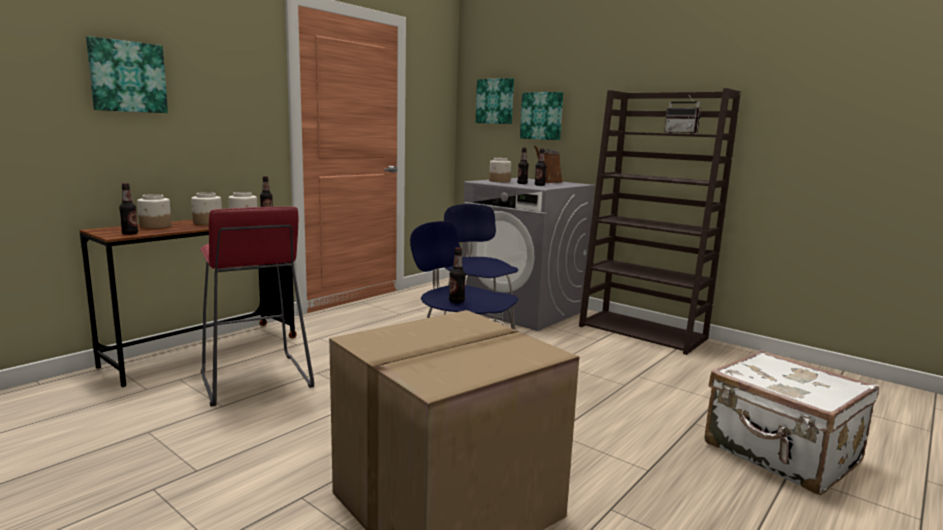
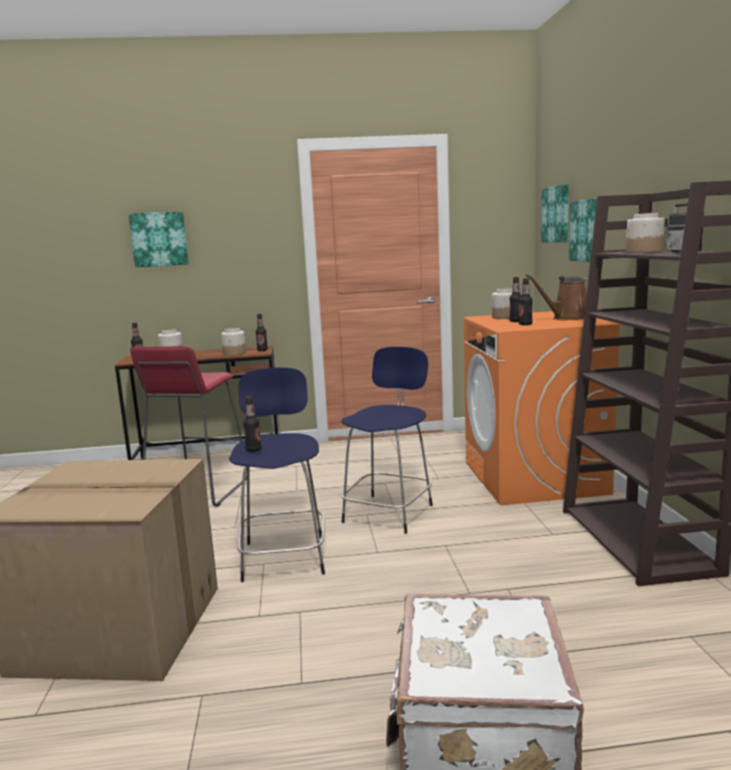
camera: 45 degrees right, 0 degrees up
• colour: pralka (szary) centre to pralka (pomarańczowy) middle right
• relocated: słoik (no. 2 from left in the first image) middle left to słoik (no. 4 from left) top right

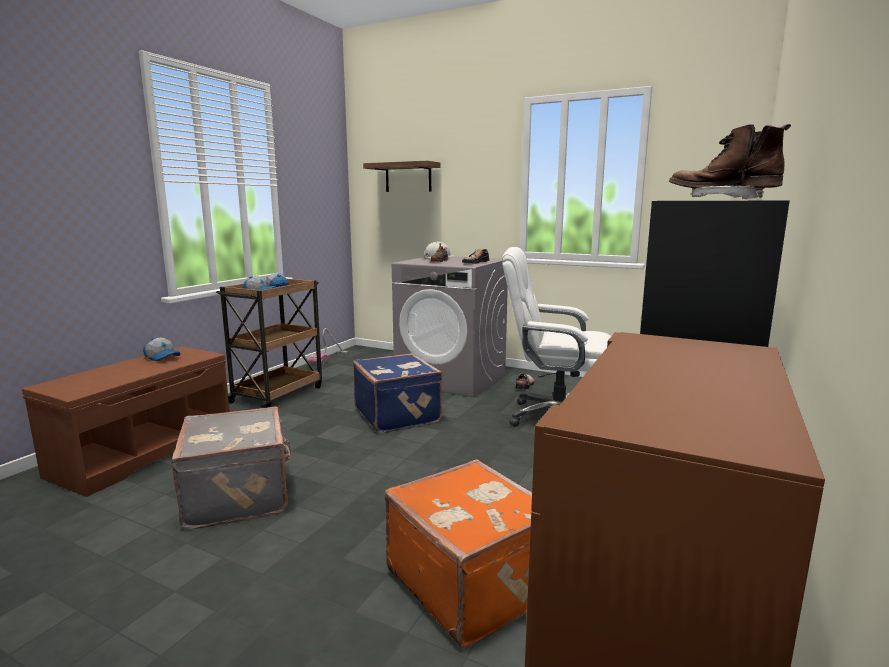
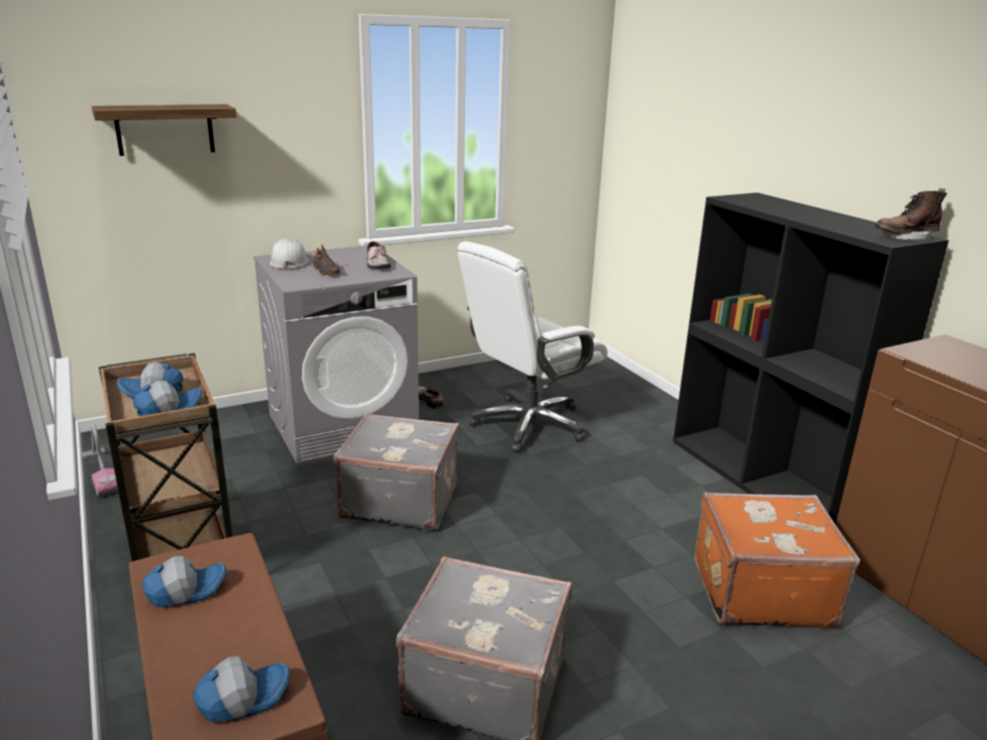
camera: 55 degrees left, 10 degrees up
• colour: walizka (niebieski) centre to walizka (szary) (no. 1 from left) centre
• appeared: czapka z daszkiem (no. 4 from left) bottom left

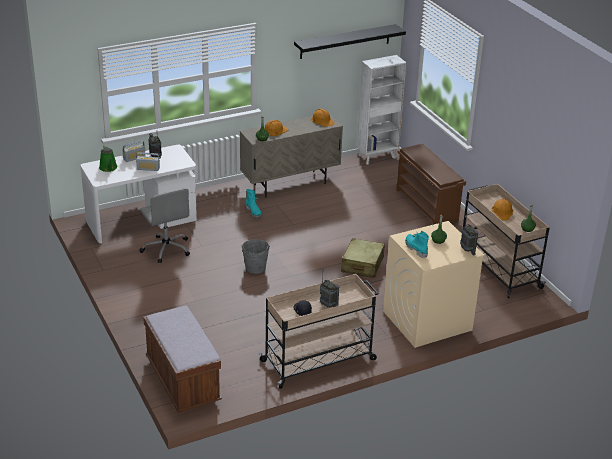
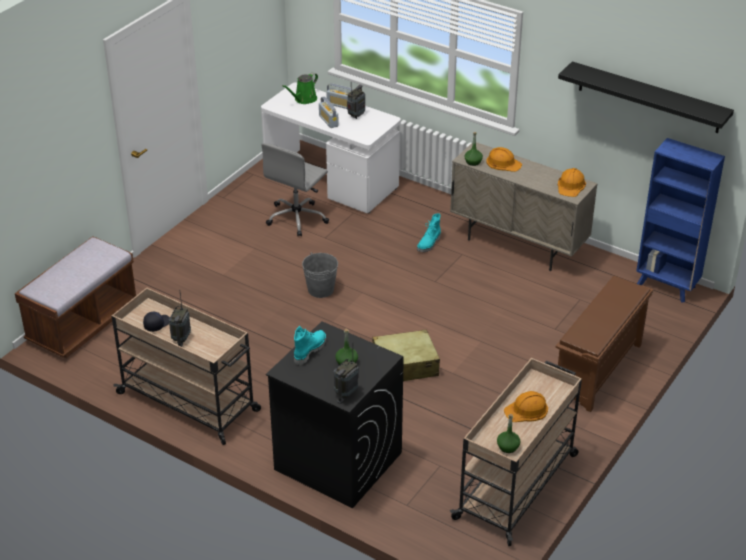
camera: 60 degrees right, 5 degrees up
• colour: regał (biały) top centre to regał (niebieski) middle right
• colour: pralka (beżowy) middle right to pralka (czarny) bottom centre

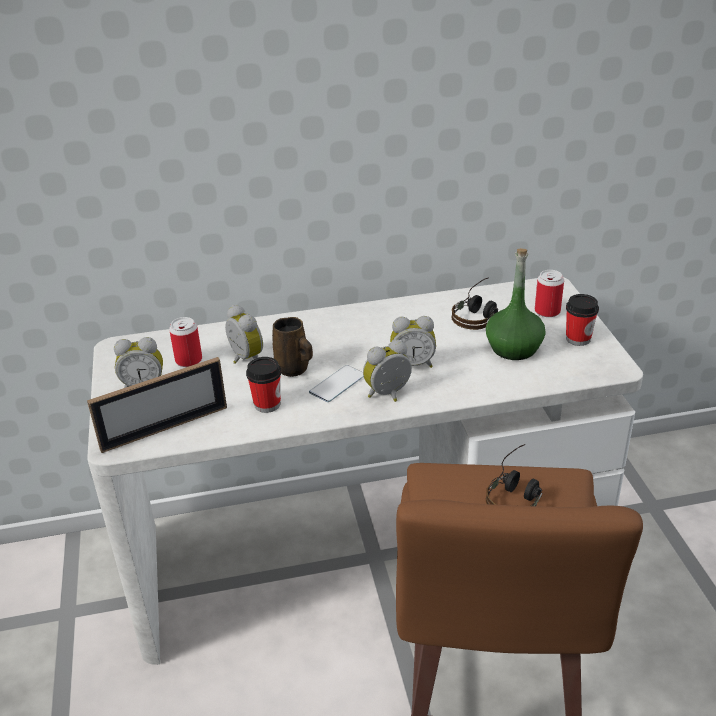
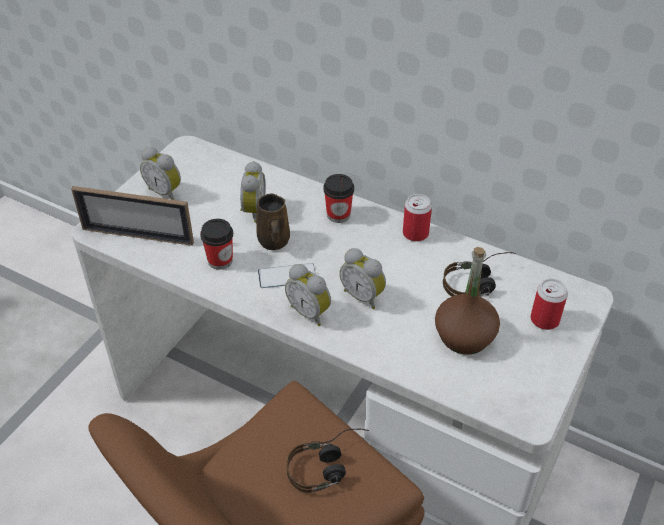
camera: 40 degrees right, 10 degrees up
• colour: butelka (zielony) middle right to butelka (brązowy) middle right
• relocated: filiżanka (no. 2 from left) middle right to centre
• relocated: puszka (no. 1 from left) middle left to centre
• spun: budzik (no. 3 from left) centre = centre 150 degrees counterclockwise

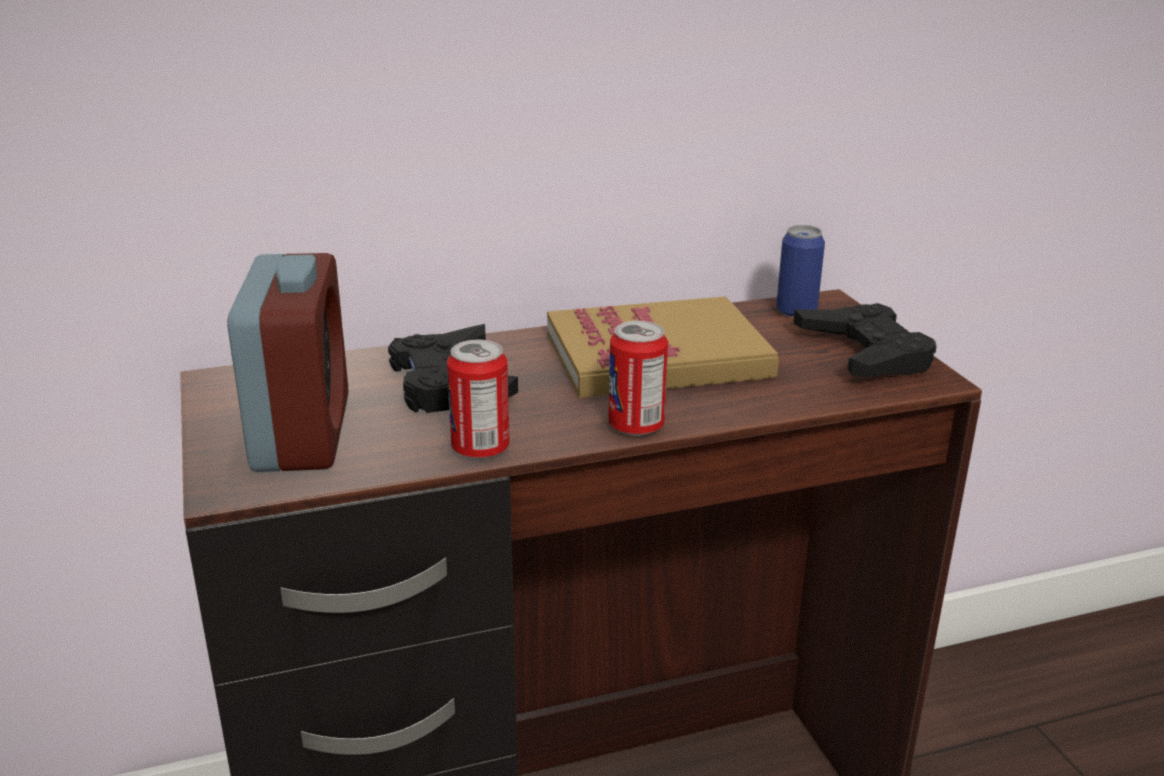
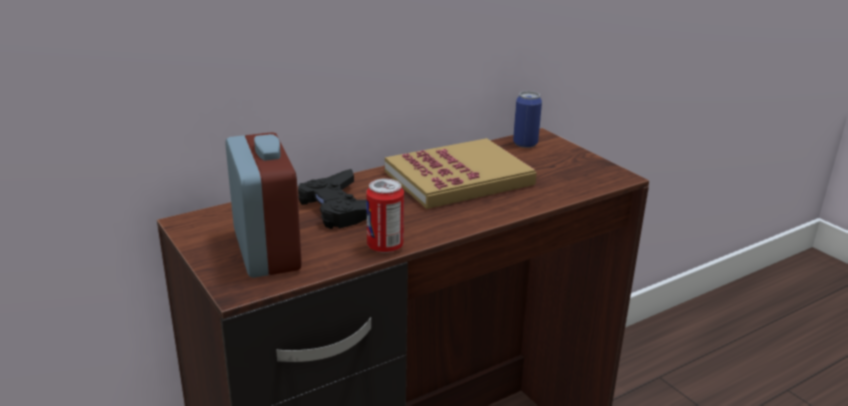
camera: 15 degrees left, 0 degrees up
• missing: pad do gier (czarny) (no. 2 from left) middle right
• missing: puszka (no. 2 from left) centre

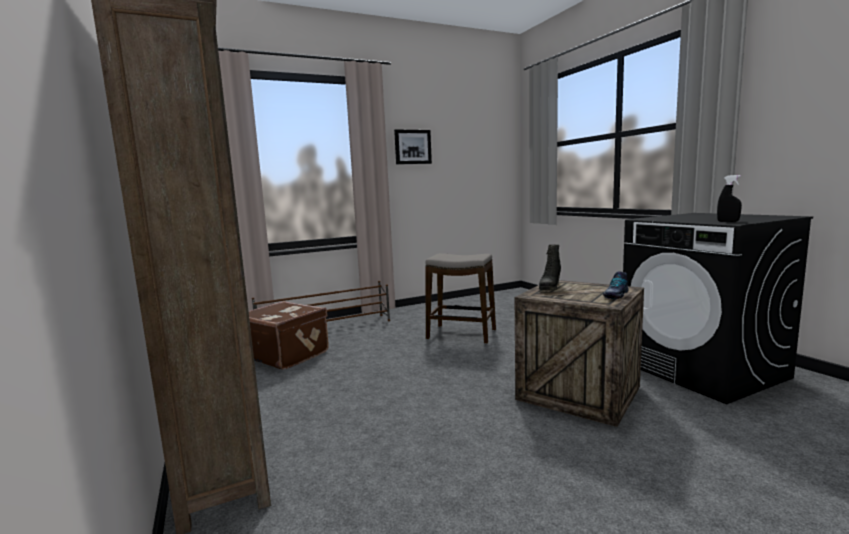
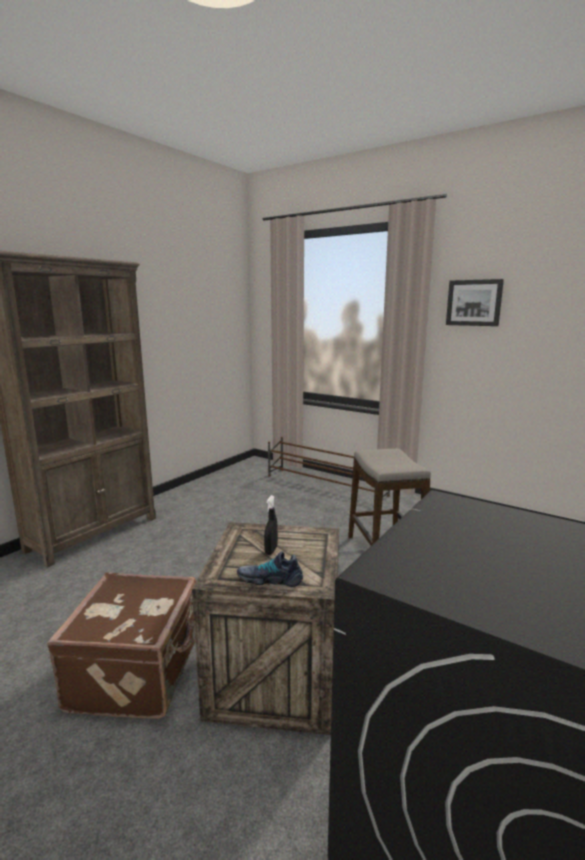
camera: 60 degrees right, 5 degrees up
• relocated: spryskiwacz (czarny) middle right to centre
• missing: but z cholewką (czarny) centre
• relocated: walizka (brązowy) centre to bottom left

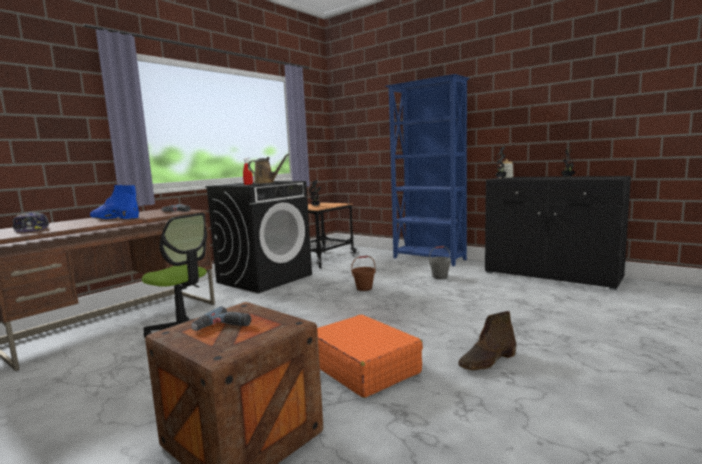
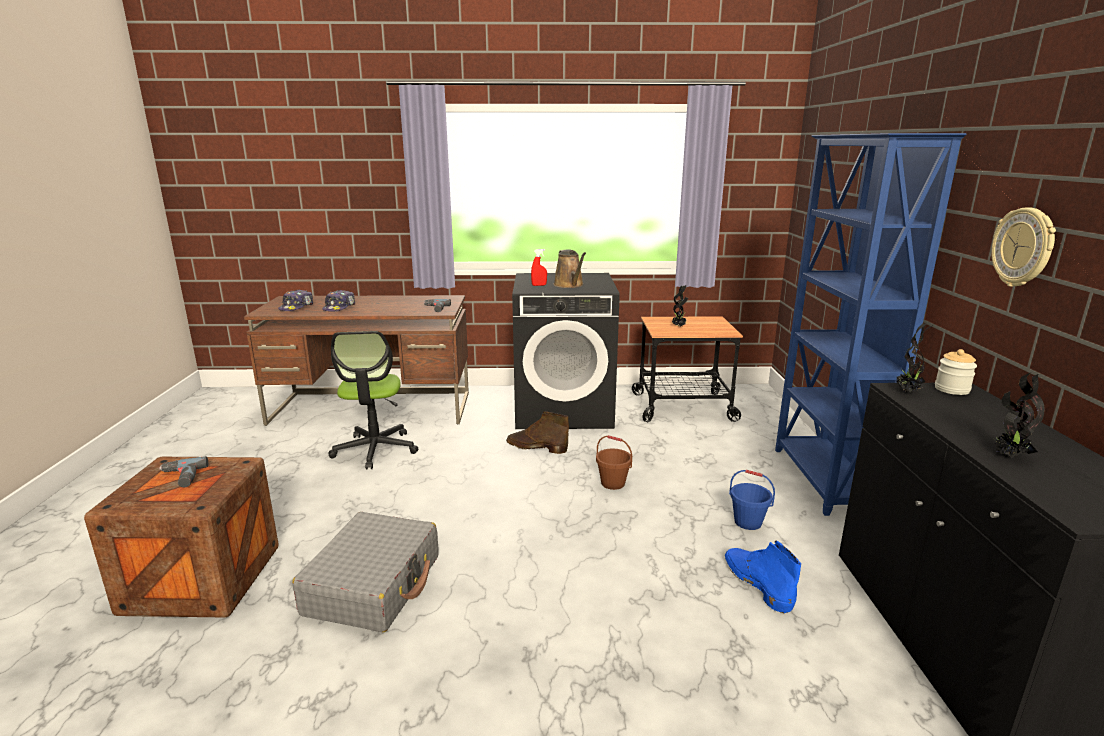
camera: 50 degrees right, 10 degrees up
• relocated: but z cholewką (niebieski) middle left to bottom right
• colour: wiadro (szary) centre to wiadro (niebieski) bottom right
• relocated: but z cholewką (brązowy) bottom right to centre
• colour: walizka (pomarańczowy) bottom centre to walizka (szary) bottom left
• appeared: zegar ścienny middle right
• appeared: czapka z daszkiem (no. 2 from left) middle left

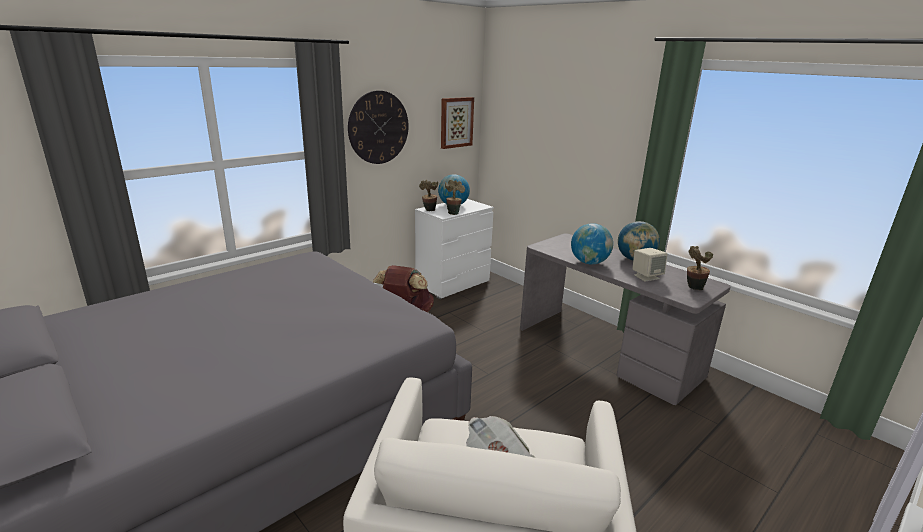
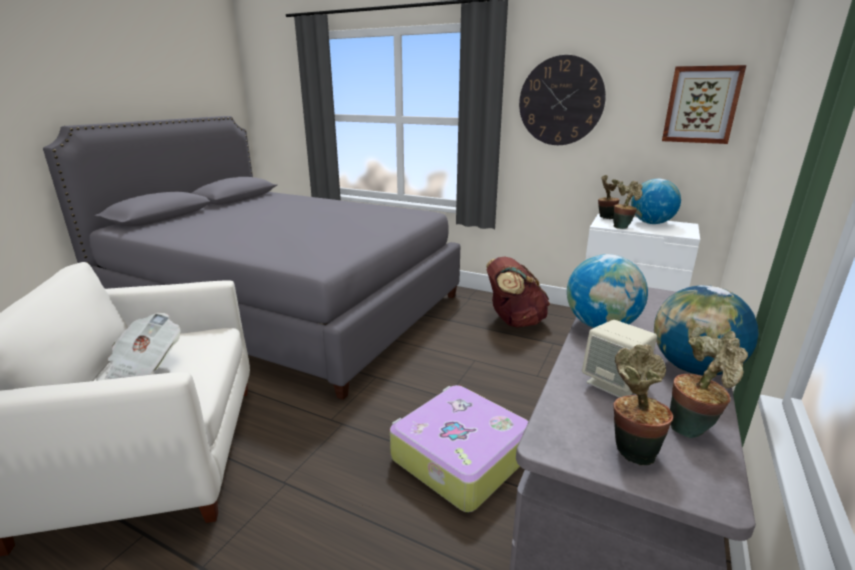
camera: 70 degrees right, 0 degrees up
• appeared: roślina doniczkowa (no. 4 from left) bottom right
• appeared: walizka bottom centre

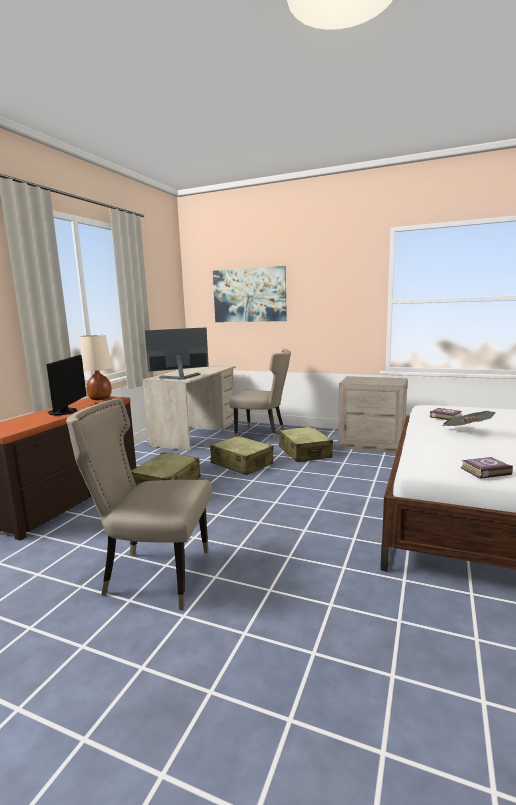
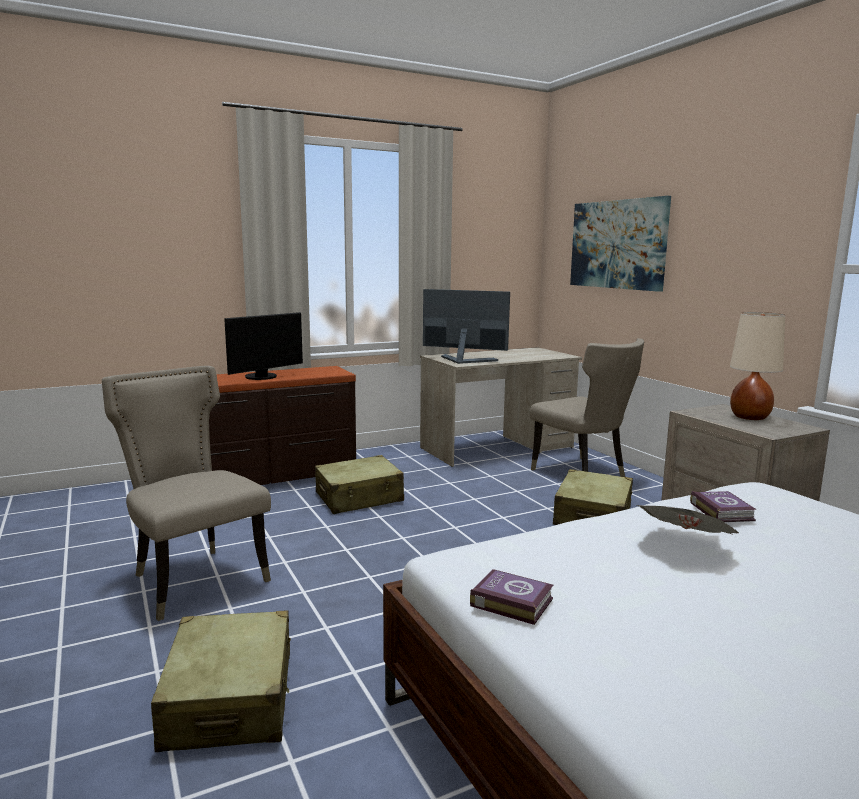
camera: 40 degrees right, 0 degrees up
• relocated: lampa stołowa (beżowy) middle left to middle right
• relocated: walizka (beżowy) (no. 2 from left in the first image) centre to walizka (beżowy) (no. 1 from left) bottom left

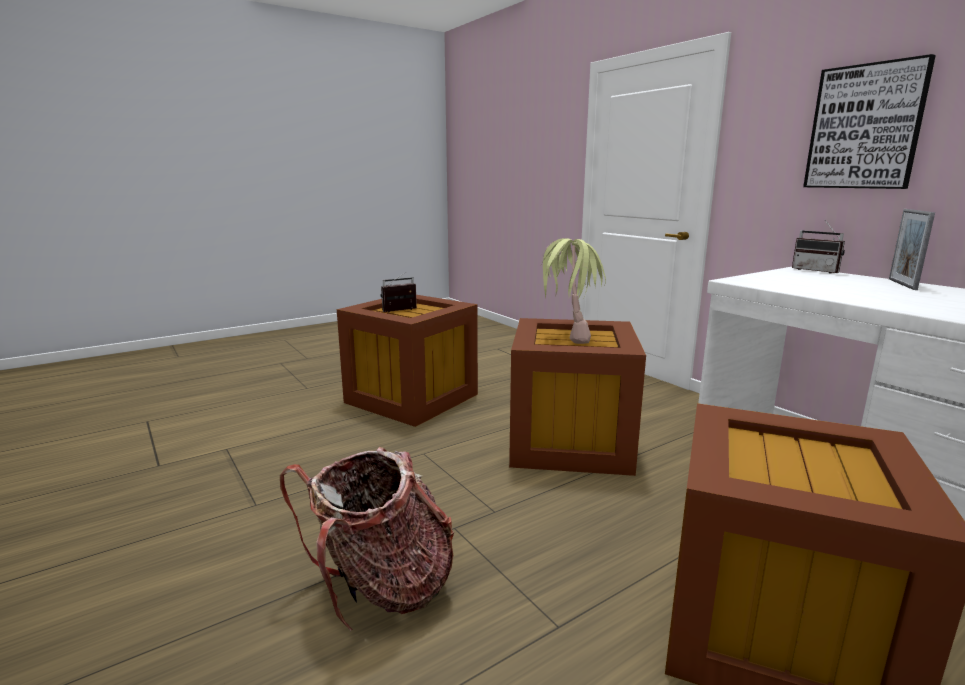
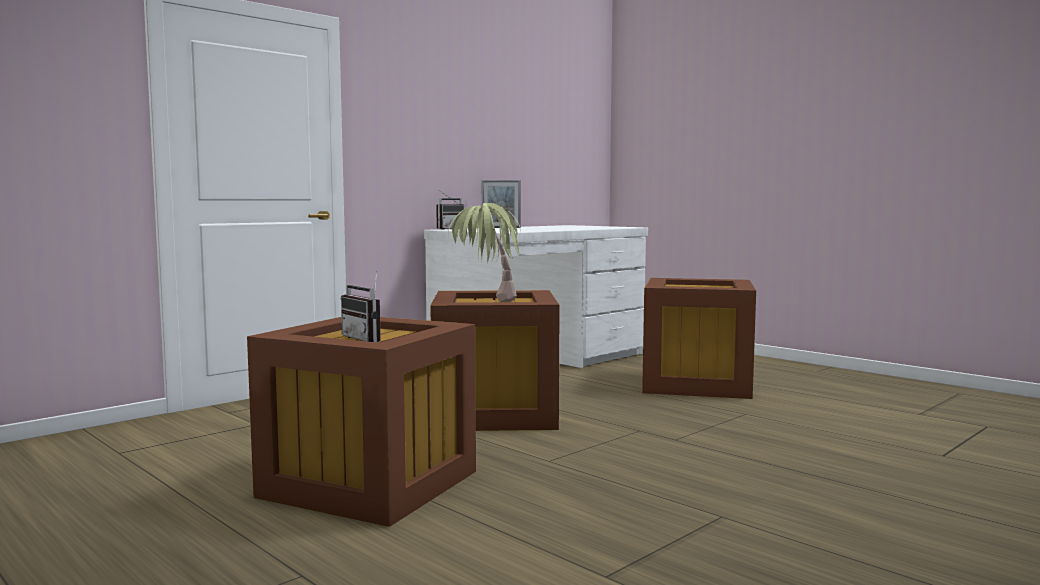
camera: 100 degrees left, 10 degrees down
• missing: obraz top right
• missing: plecak bottom centre

